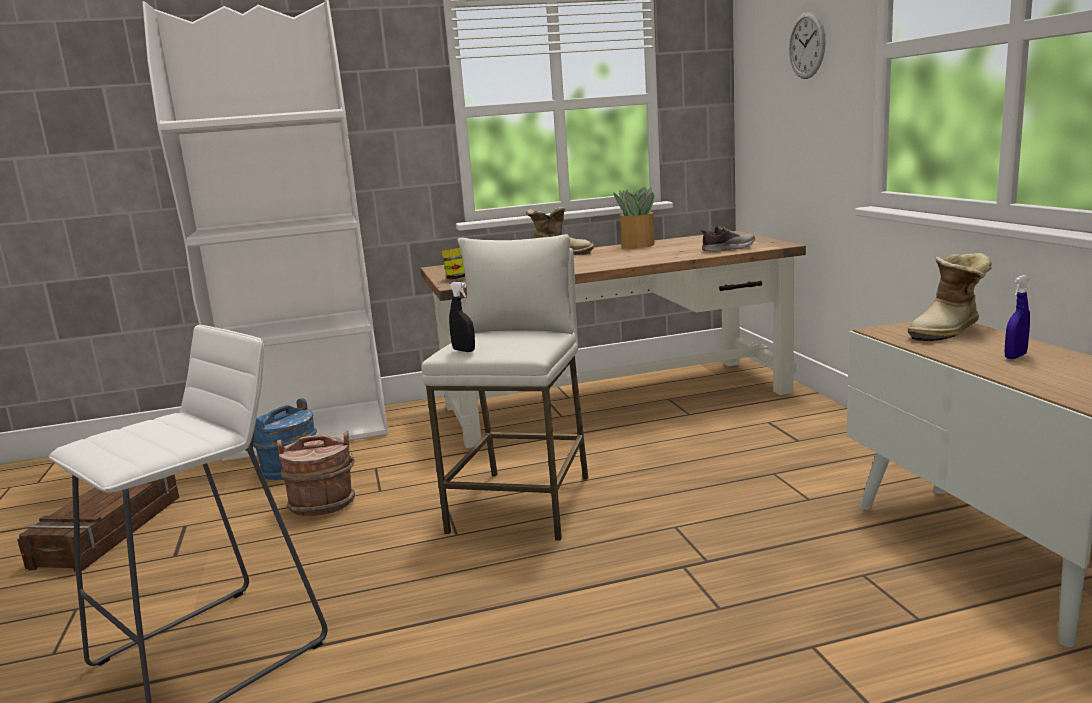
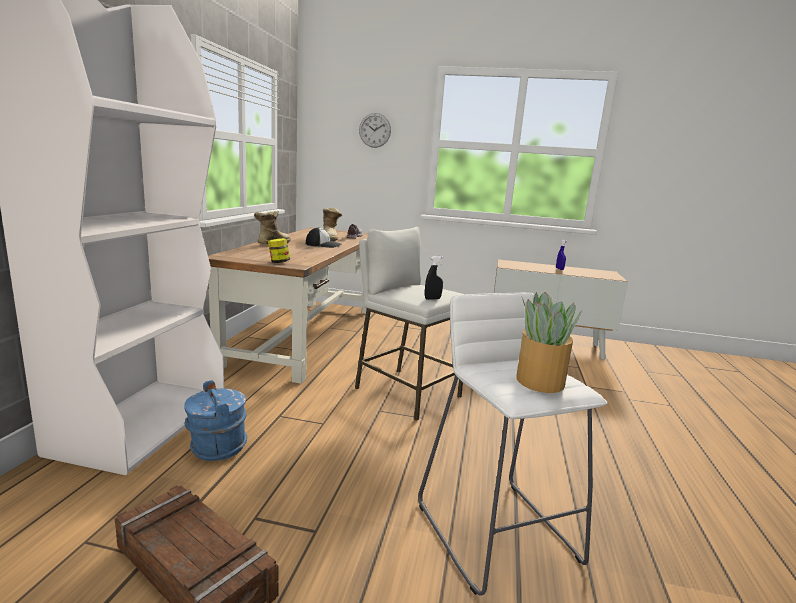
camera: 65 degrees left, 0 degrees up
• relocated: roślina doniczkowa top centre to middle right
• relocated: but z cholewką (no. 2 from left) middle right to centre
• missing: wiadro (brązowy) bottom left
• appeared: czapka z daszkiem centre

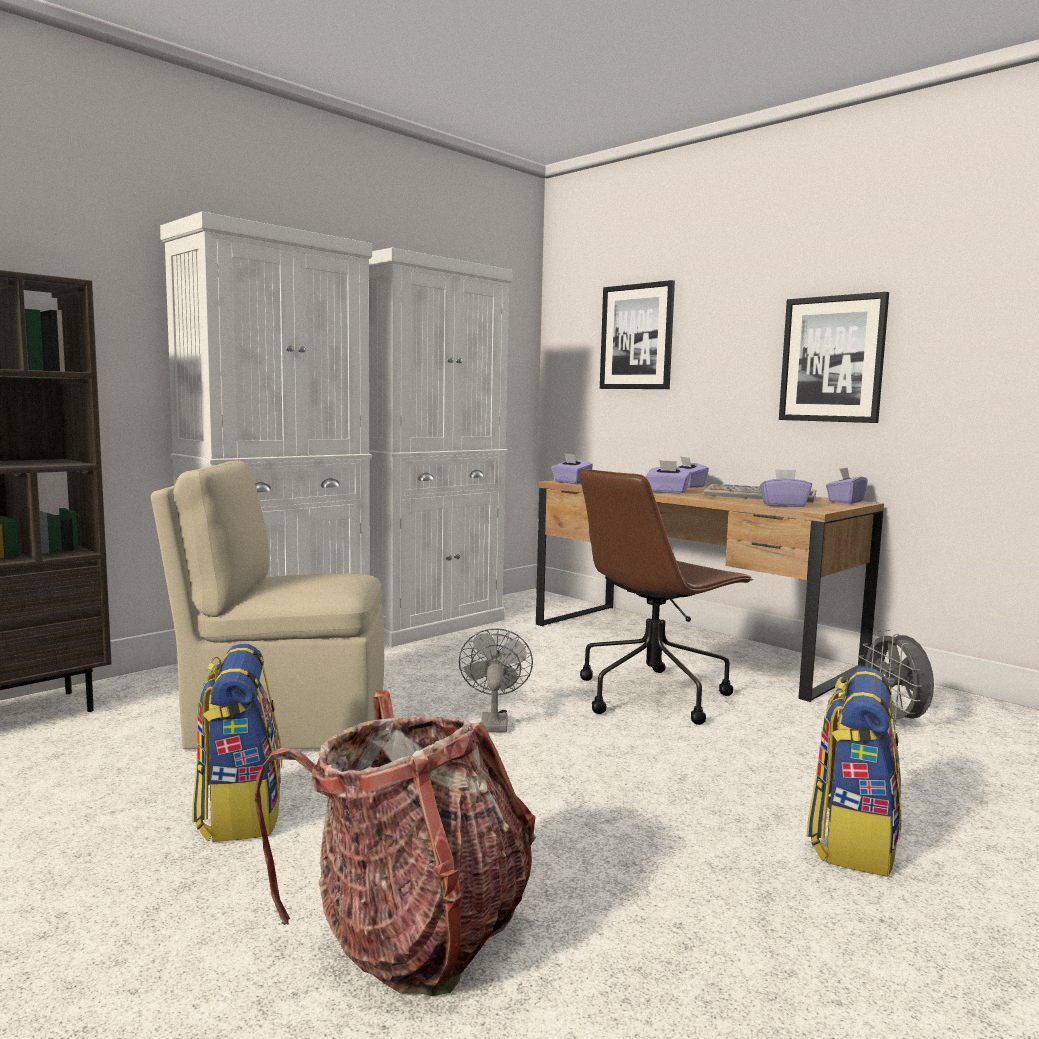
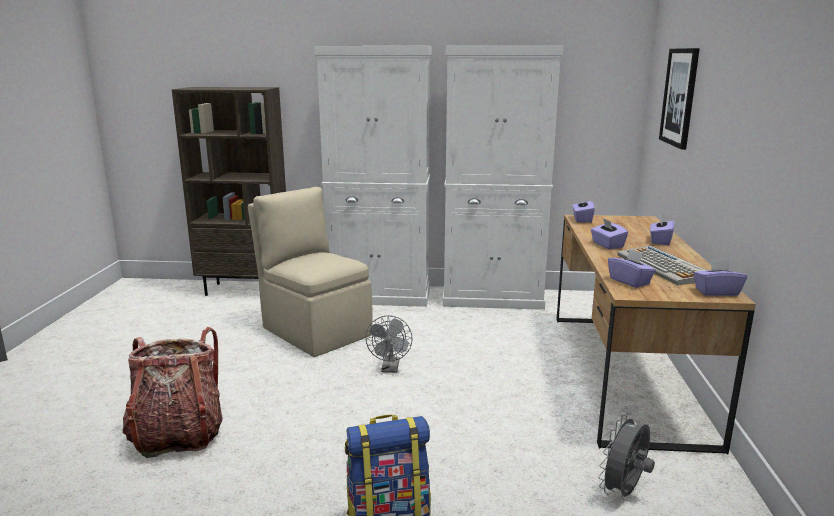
camera: 50 degrees right, 10 degrees up
• missing: obraz (no. 2 from left) middle right
• missing: krzesło biurowe (brązowy) centre
• spun: wentylator (szary) (no. 1 from left) centre = bottom centre 135 degrees clockwise
• missing: plecak (no. 1 from left) bottom left

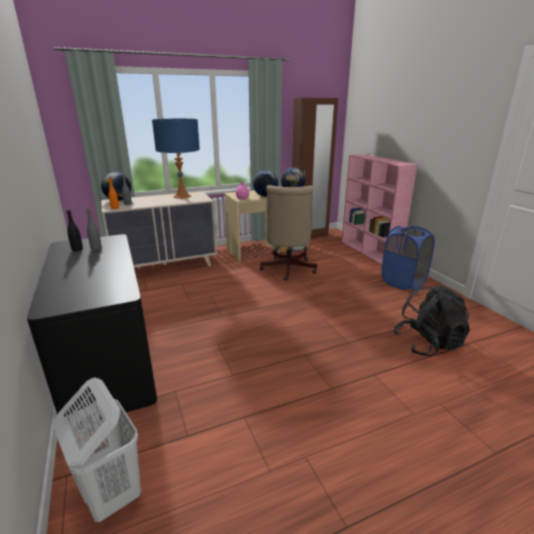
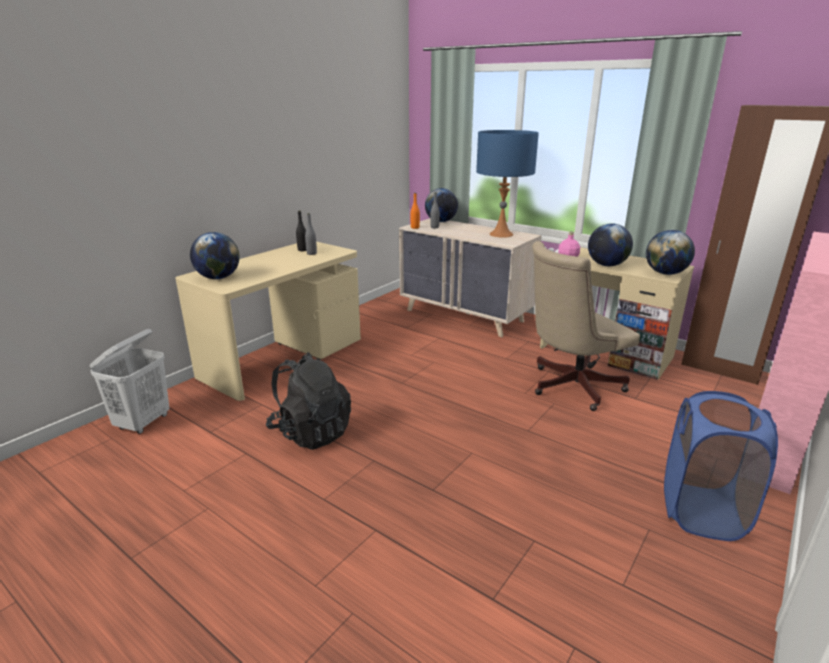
camera: 60 degrees right, 0 degrees up
• colour: biurko (czarny) middle left to biurko (beżowy) (no. 1 from left) middle left
• relocated: plecak (czarny) middle right to centre
• appeared: globus (no. 1 from left) middle left

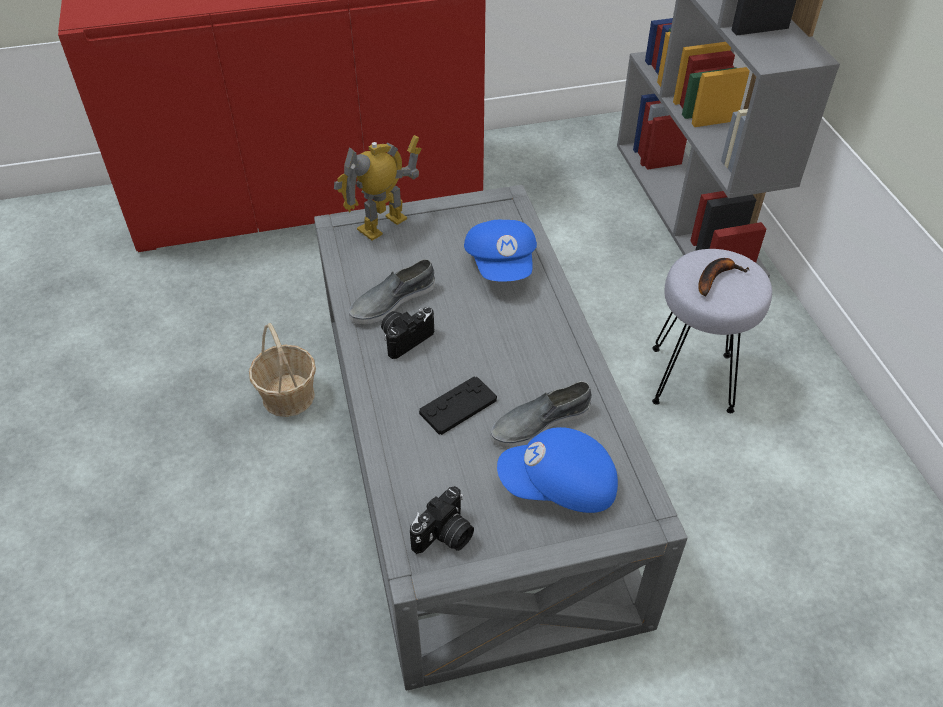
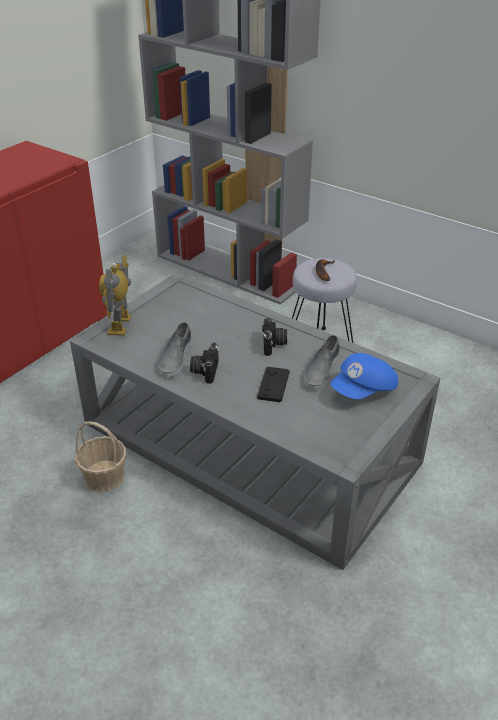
camera: 40 degrees left, 10 degrees down
• missing: czapka z daszkiem (niebieski) (no. 1 from left) centre
• relocated: aparat fotograficzny (no. 2 from left) bottom centre to centre

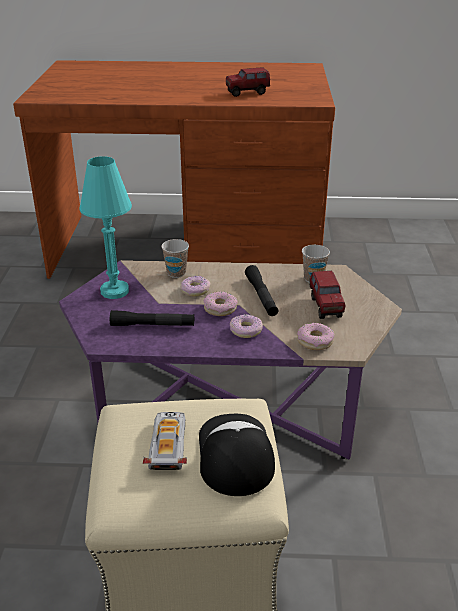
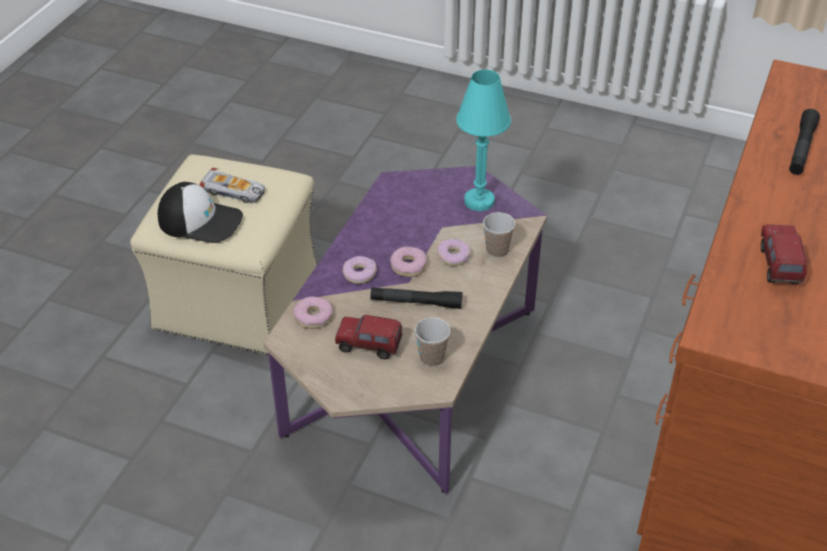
camera: 110 degrees right, 10 degrees up
• relocated: latarka (czarny) (no. 1 from left in the first image) middle left to latarka (czarny) (no. 2 from left) top right

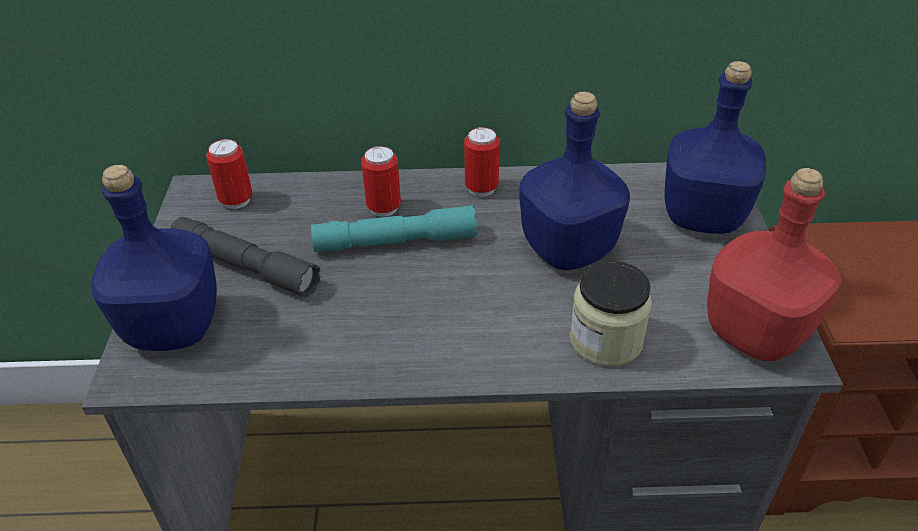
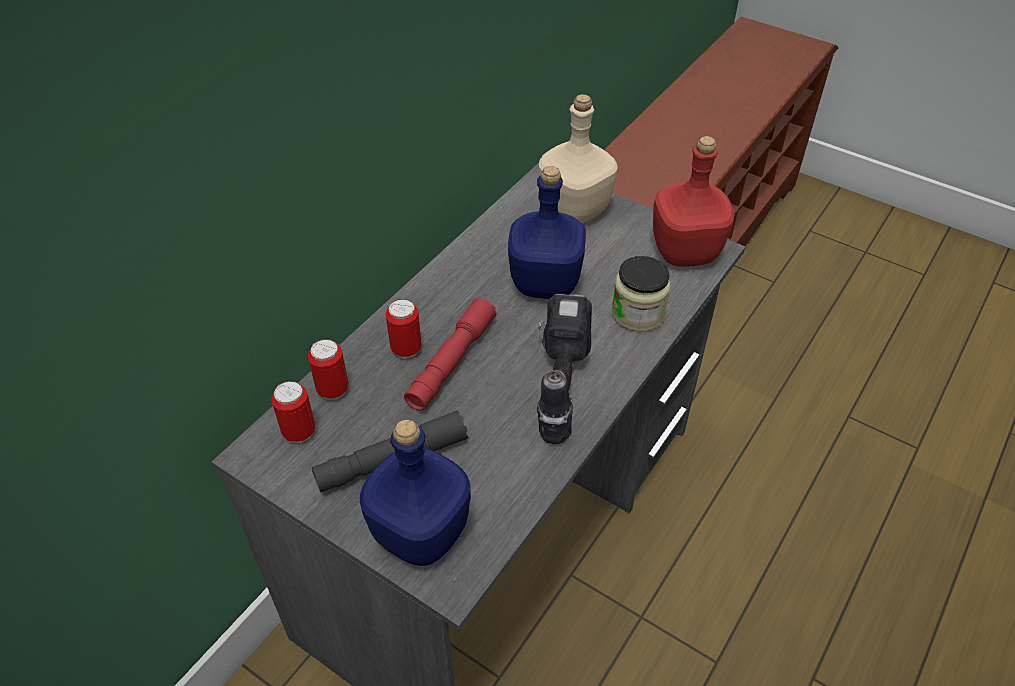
camera: 55 degrees left, 5 degrees up
• colour: butelka (niebieski) (no. 3 from left) top right to butelka (beżowy) top centre
• relocated: puszka (no. 3 from left in the first image) top centre to puszka (no. 2 from left) middle left
• colour: latarka (turkusowy) centre to latarka (czerwony) centre
• appeared: wiertarka centre

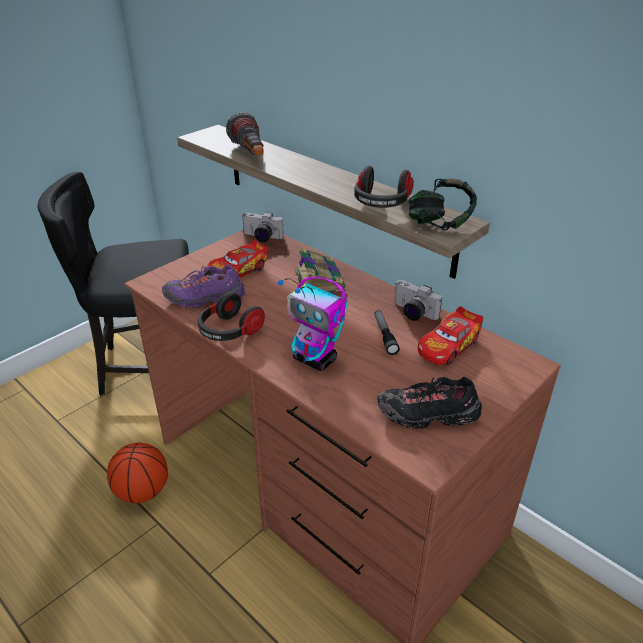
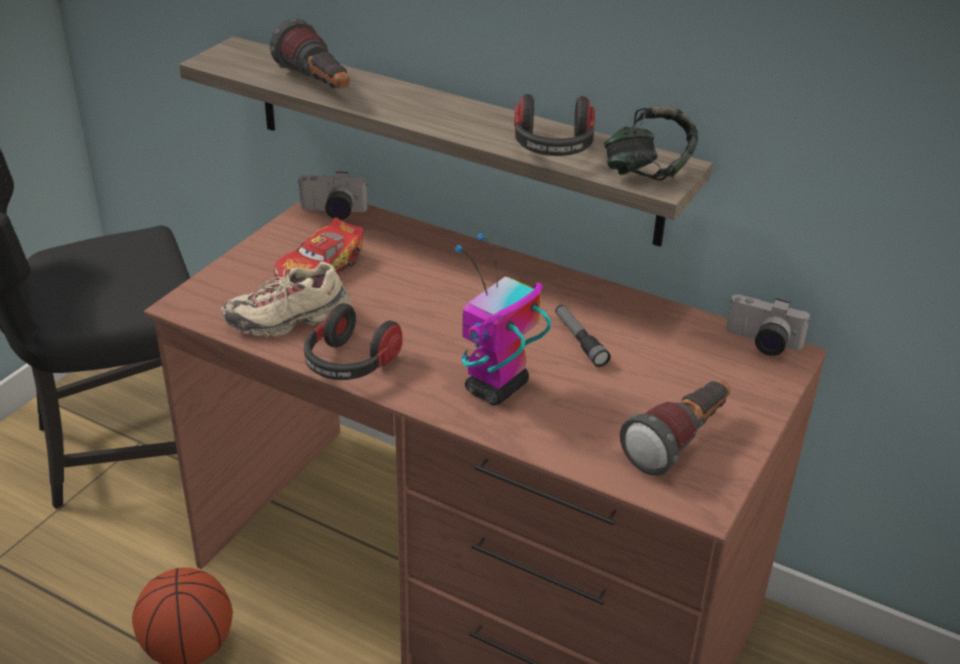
camera: 15 degrees left, 0 degrees up
• missing: książka centre
• colour: but (fioletowy) middle left to but (beżowy) middle left
• spun: robot zabawkowy centre = centre 105 degrees clockwise
• relocated: aparat fotograficzny (no. 2 from left) centre to middle right
• missing: samochodzik (no. 2 from left) middle right
• exchanged: but (czarny) middle right to latarka (no. 3 from left) middle right

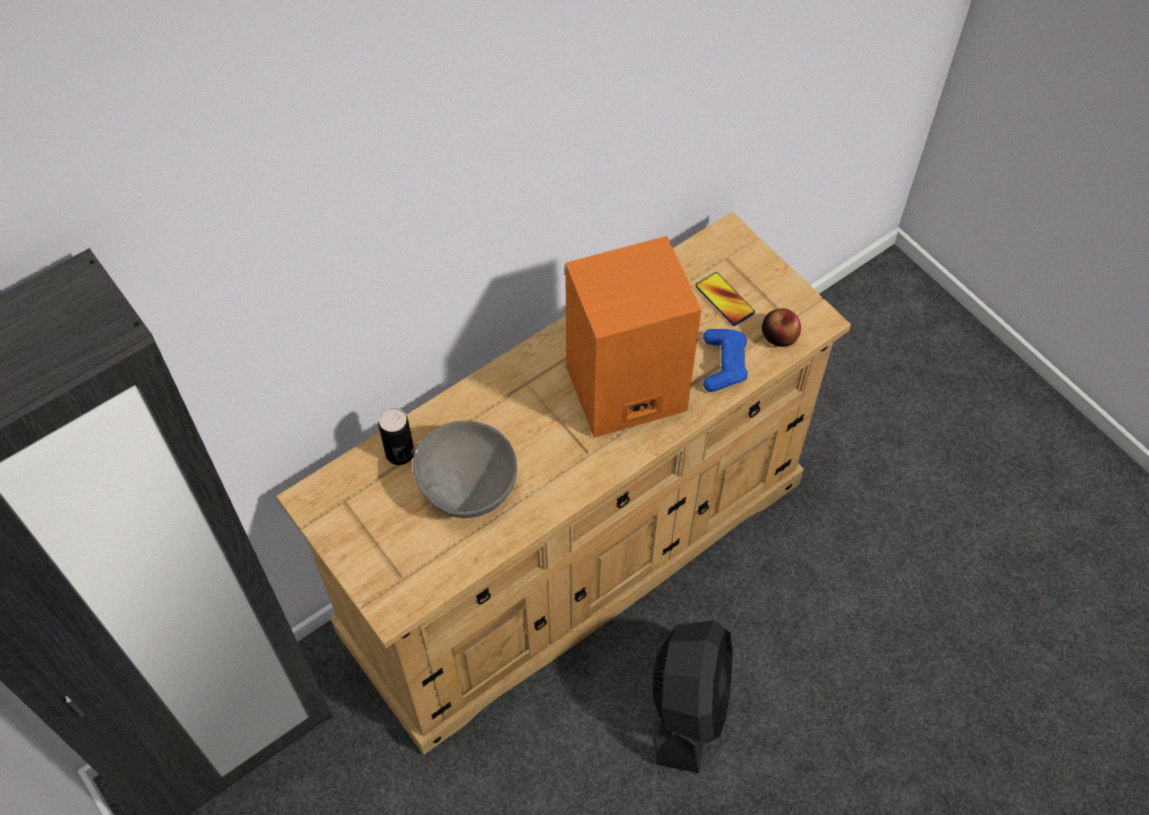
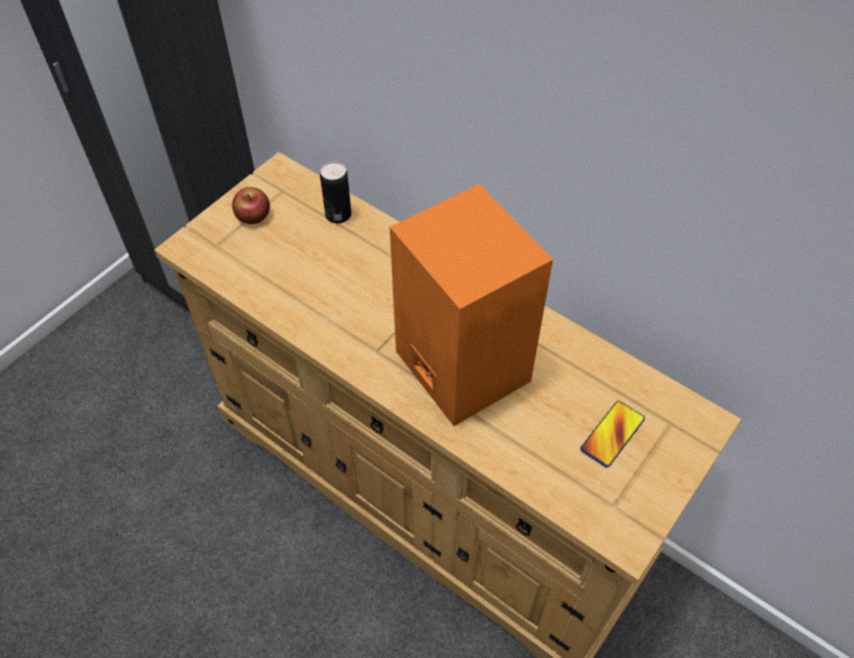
camera: 75 degrees right, 5 degrees down
• relocated: jabłko middle right to top left
• missing: pad do gier (niebieski) centre
• missing: miska (szary) centre
• missing: wentylator (czarny) bottom centre

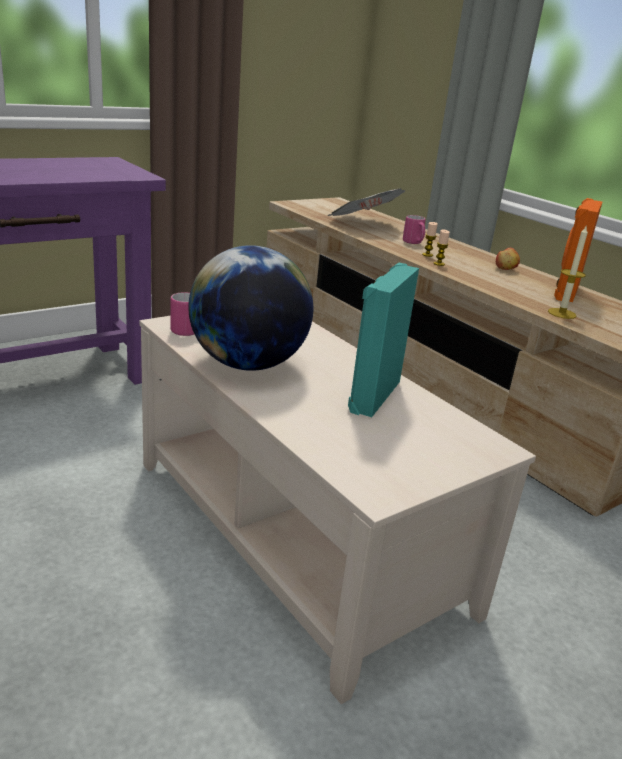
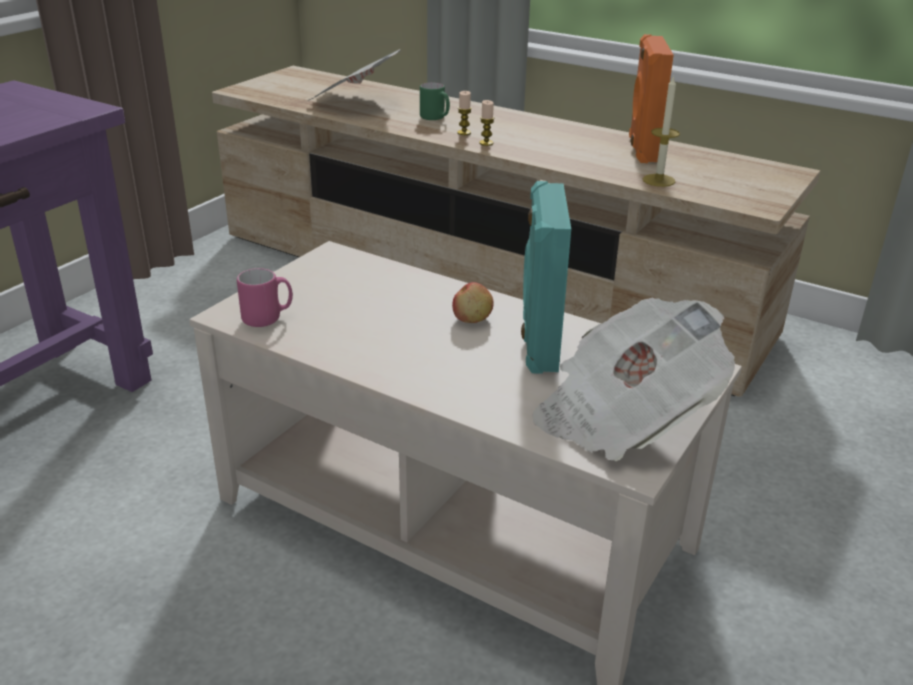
camera: 20 degrees left, 5 degrees up
• colour: kubek (różowy) (no. 2 from left) top centre to kubek (zielony) top centre
• missing: globus centre
• relocated: jabłko middle right to centre
• appeared: gazeta (no. 2 from left) middle right

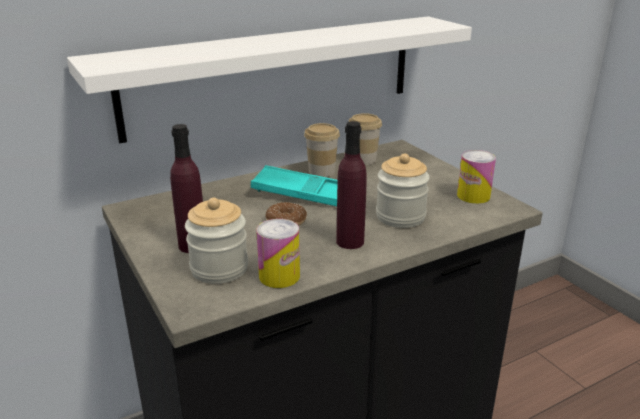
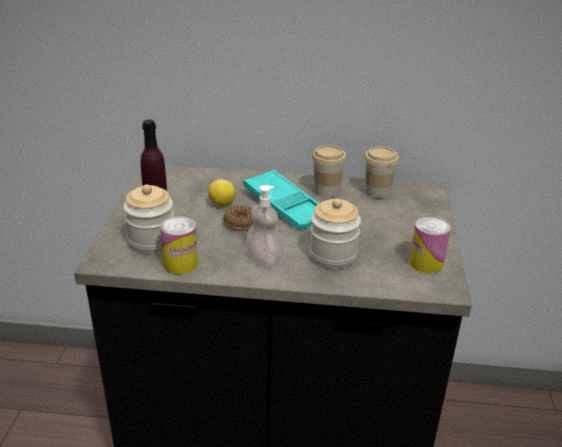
camera: 35 degrees right, 5 degrees up
• missing: półka (biały) top centre
• exchanged: butelka (fioletowy) (no. 2 from left) centre to dozownik mydła centre
• appeared: cytryna centre

